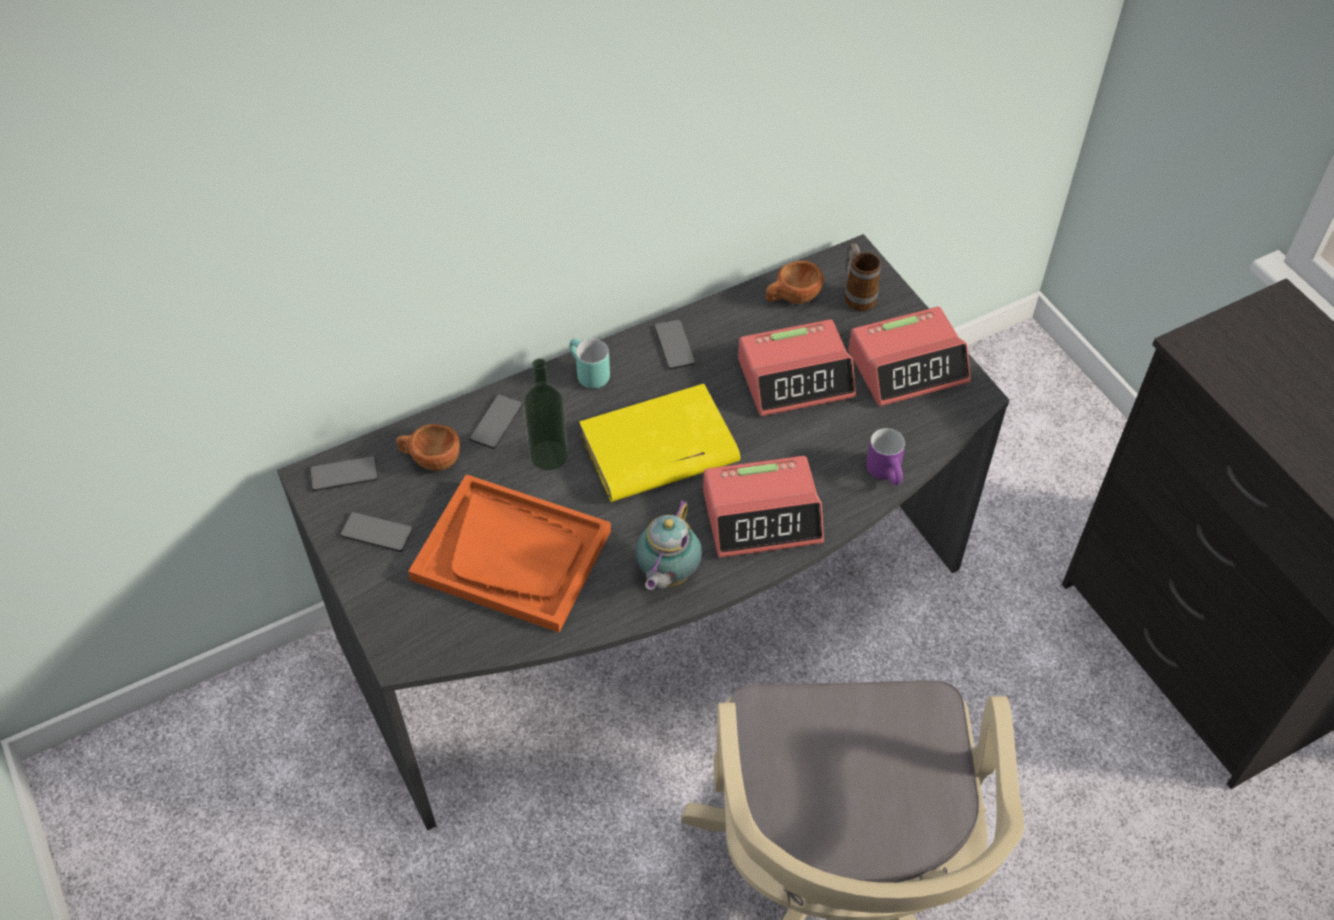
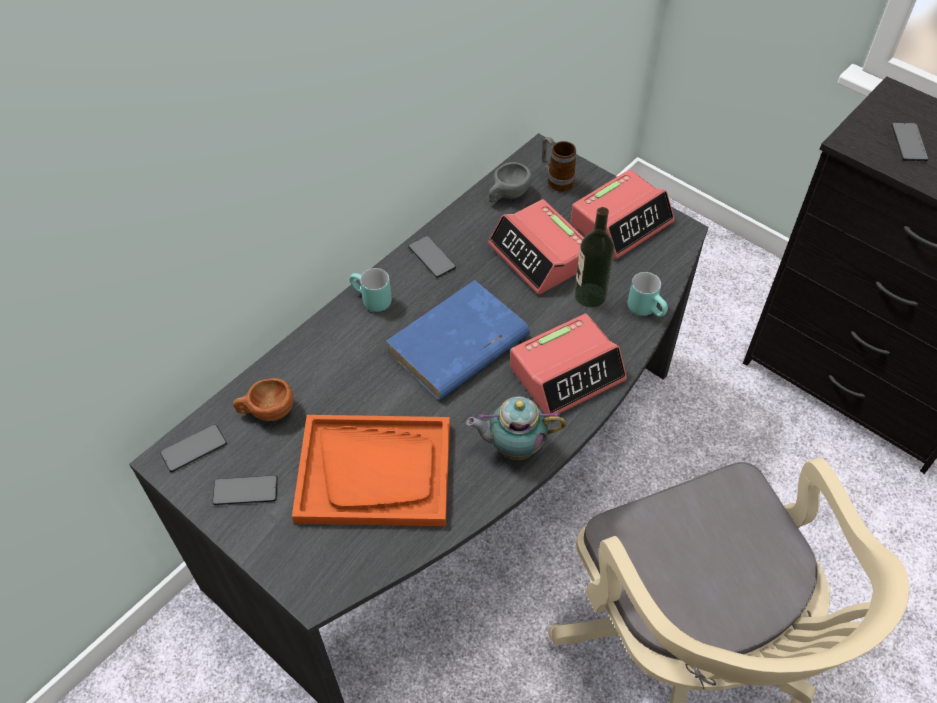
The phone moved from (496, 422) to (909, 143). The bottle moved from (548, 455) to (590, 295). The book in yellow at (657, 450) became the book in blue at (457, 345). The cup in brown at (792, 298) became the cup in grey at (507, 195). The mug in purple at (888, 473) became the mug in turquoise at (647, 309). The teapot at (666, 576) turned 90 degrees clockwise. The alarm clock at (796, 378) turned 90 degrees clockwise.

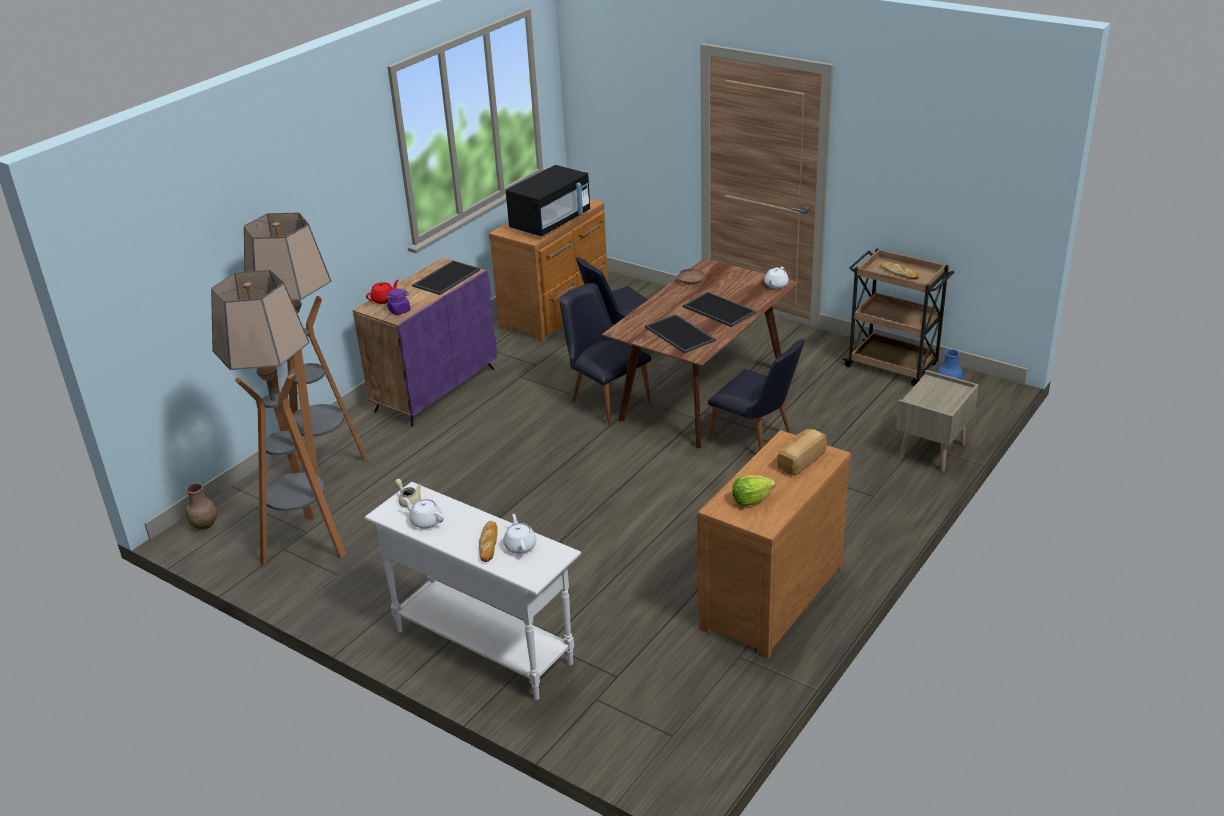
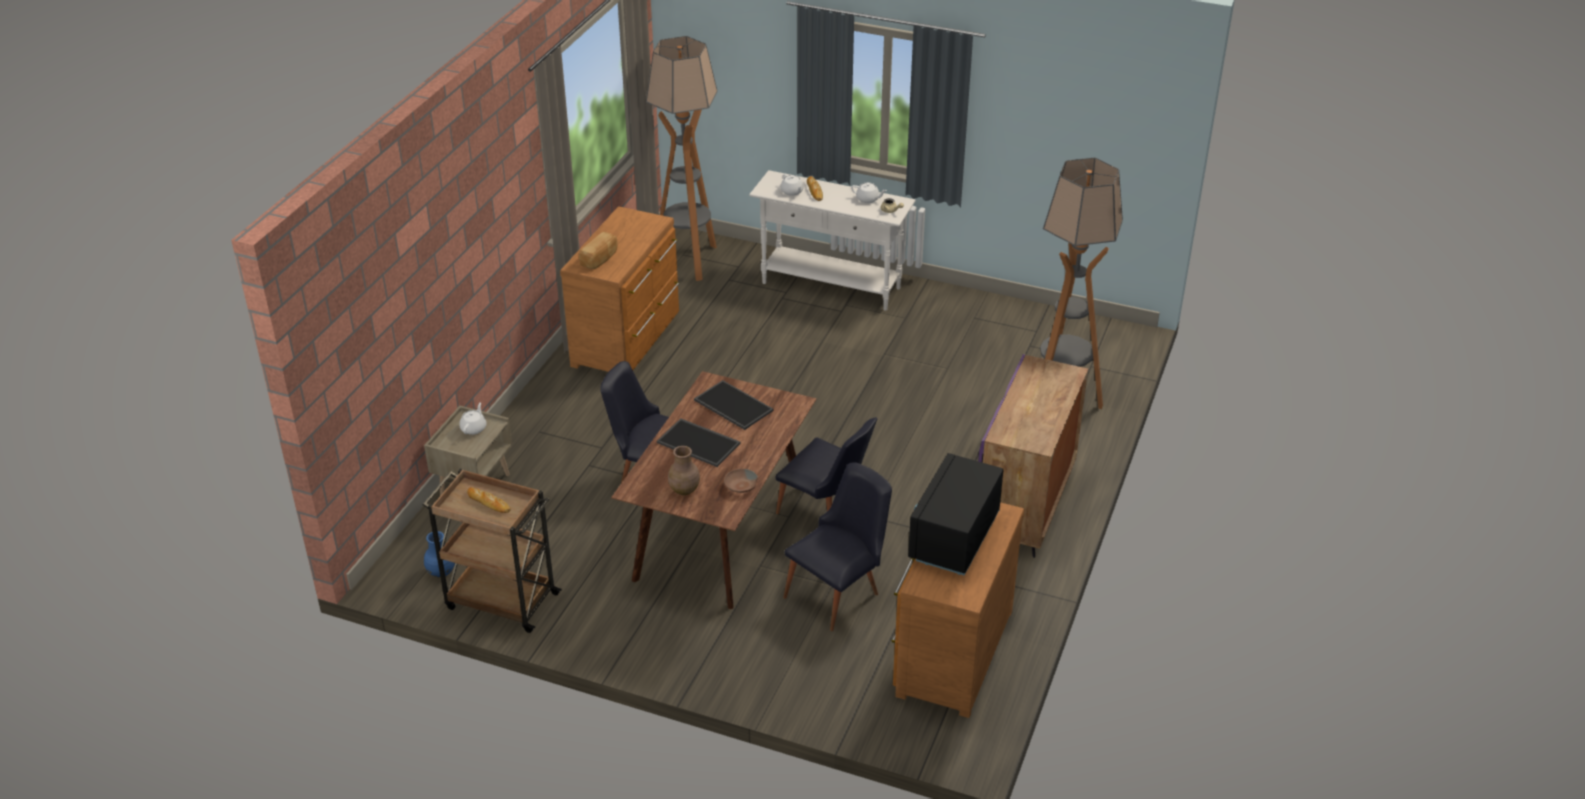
The teapot in red at (384, 299) disappeared. The jar in purple at (399, 310) disappeared. The tray at (446, 277) disappeared. The lettuce at (751, 500) disappeared. The vase in brown moved from (204, 524) to (684, 490). The floor lamp moved from (305, 545) to (689, 261). The teapot in white moved from (775, 285) to (474, 428).

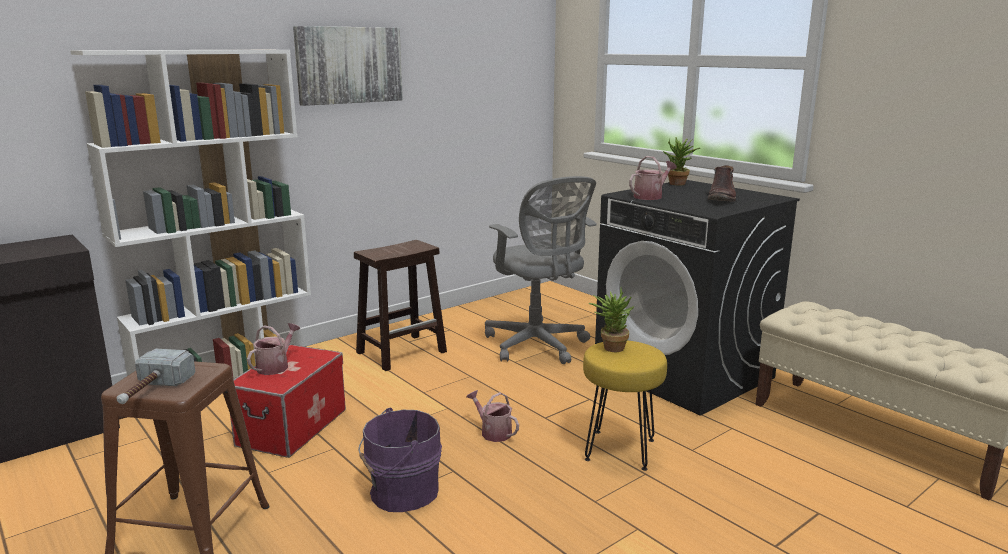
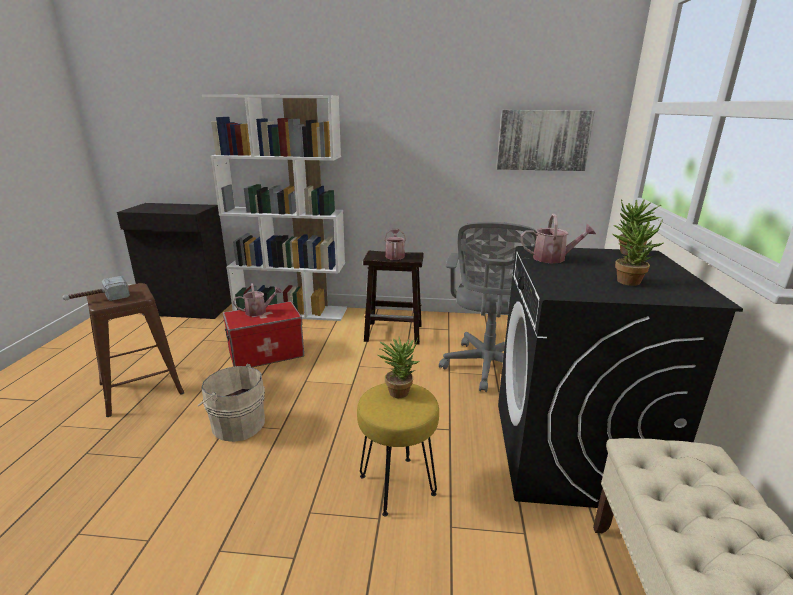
The picture moved from (349, 65) to (543, 140). The watering can moved from (493, 432) to (395, 255). The boot in brown at (722, 198) was replaced by the potted plant at (628, 280). The bucket in purple at (400, 492) became the bucket in beige at (237, 424).

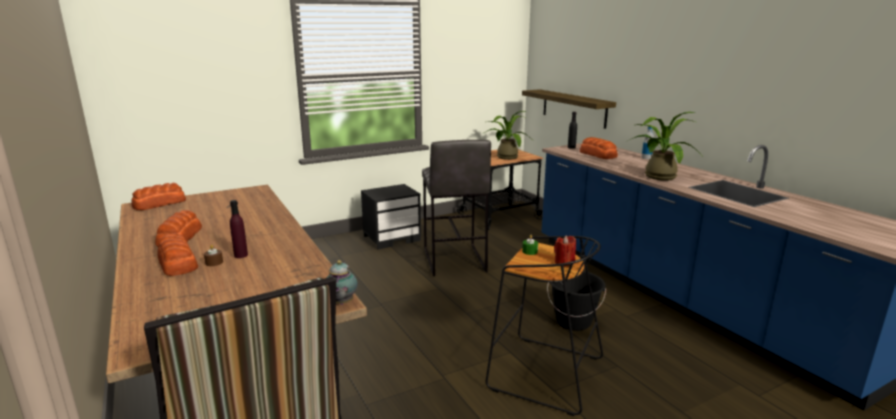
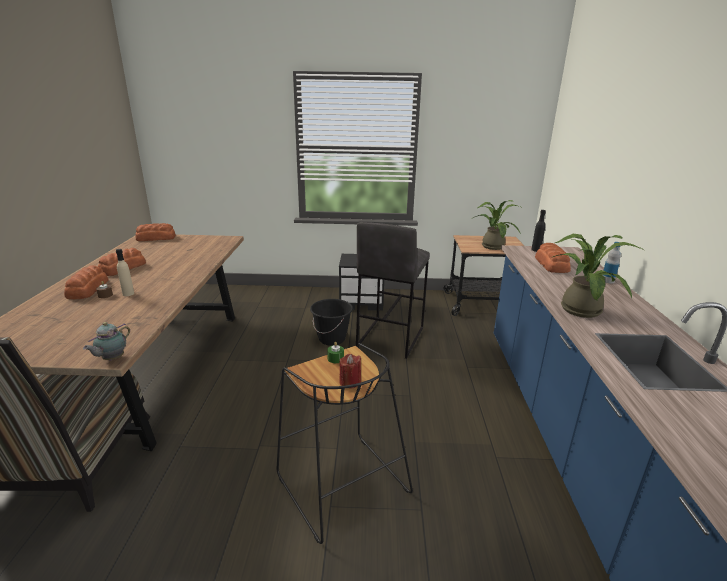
The shelf at (573, 108) disappeared. The bucket in black moved from (573, 322) to (332, 339). The bottle in purple at (241, 255) became the bottle in beige at (128, 294).

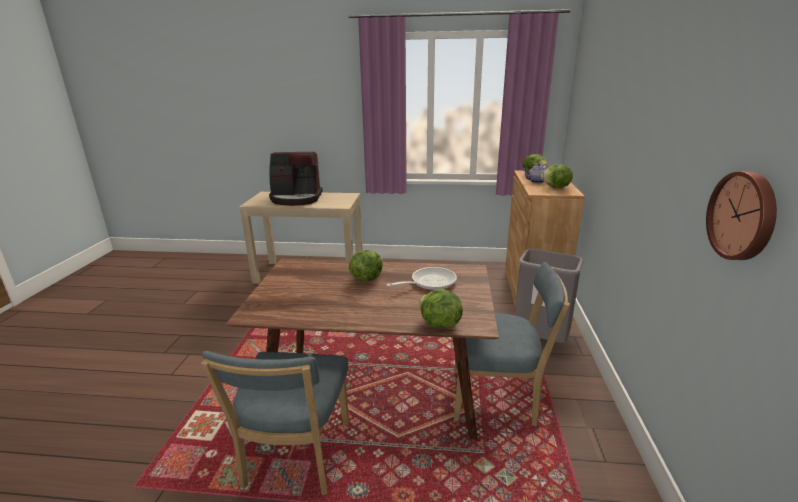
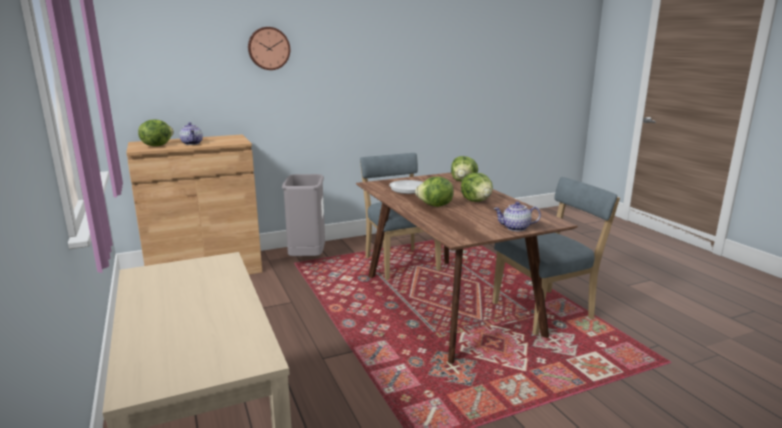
The coffee machine at (296, 198) disappeared. The teapot at (515, 228) appeared. The lettuce moved from (556, 187) to (476, 201). The wall clock moved from (743, 216) to (268, 48).

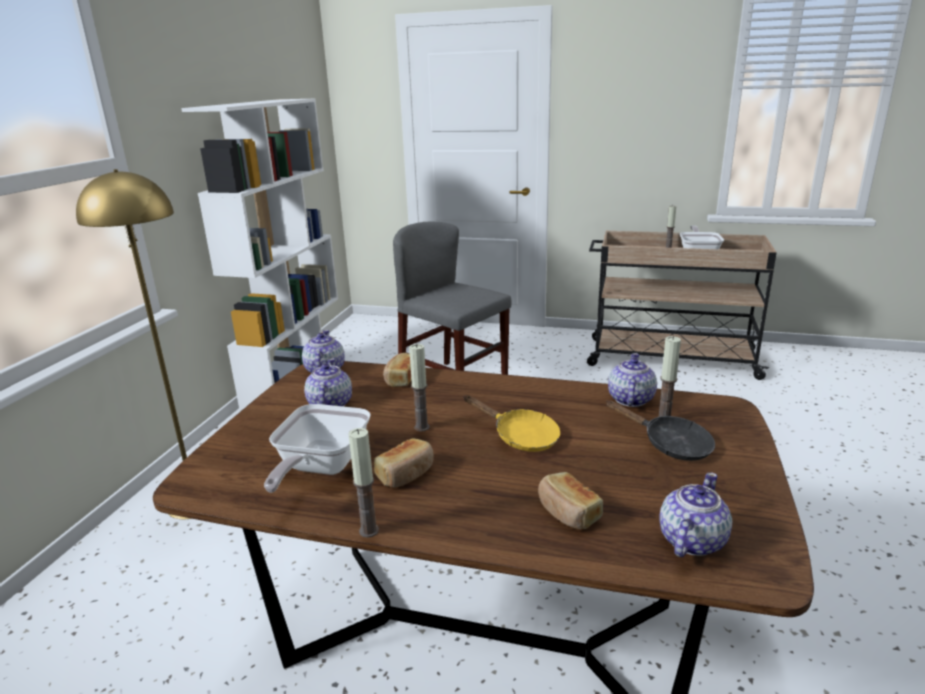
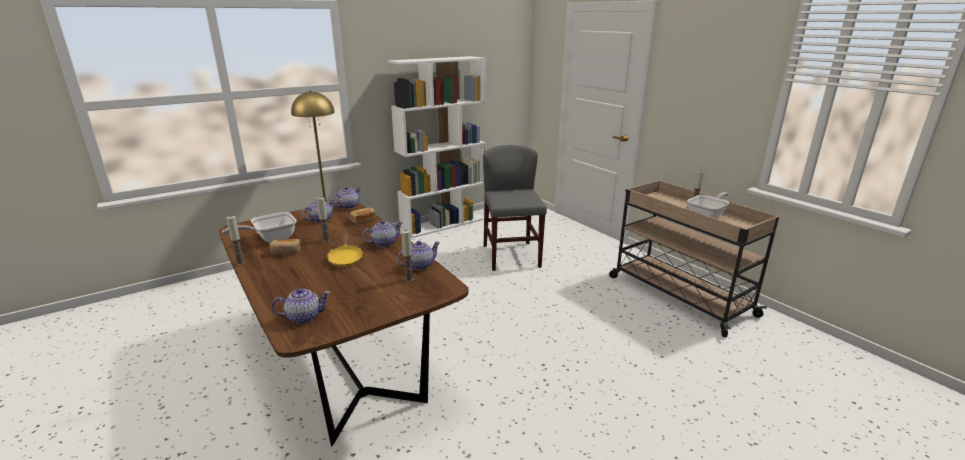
The bread at (568, 512) disappeared. The frying pan in black at (670, 444) disappeared. The teapot at (383, 243) appeared.

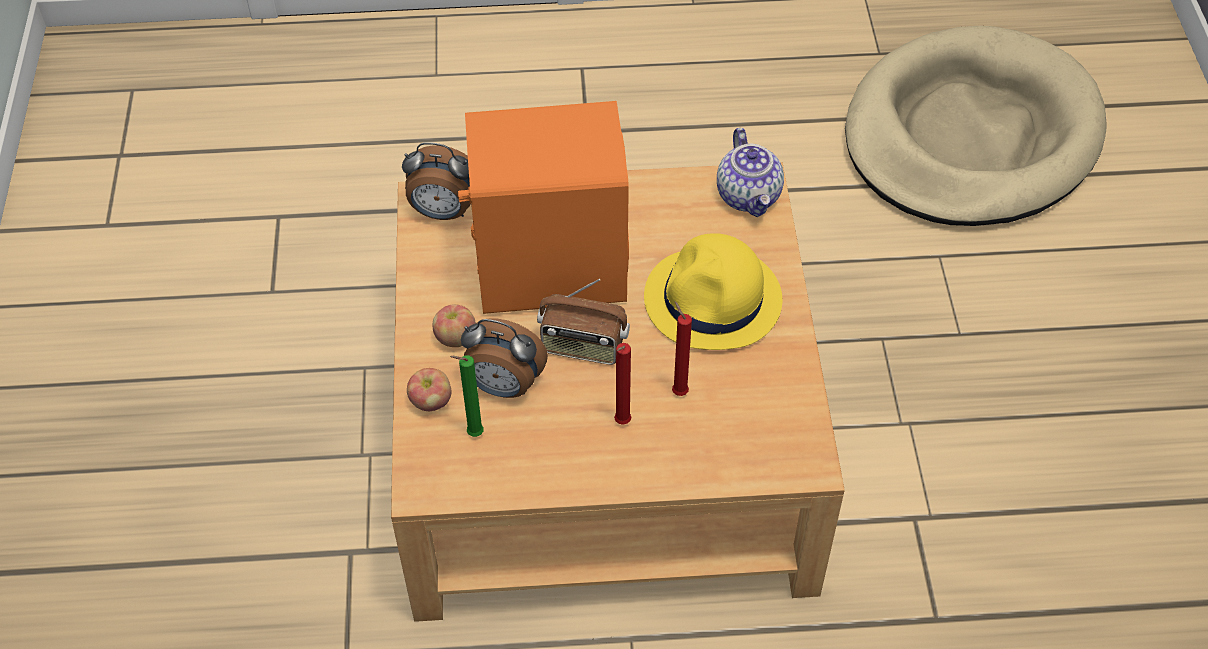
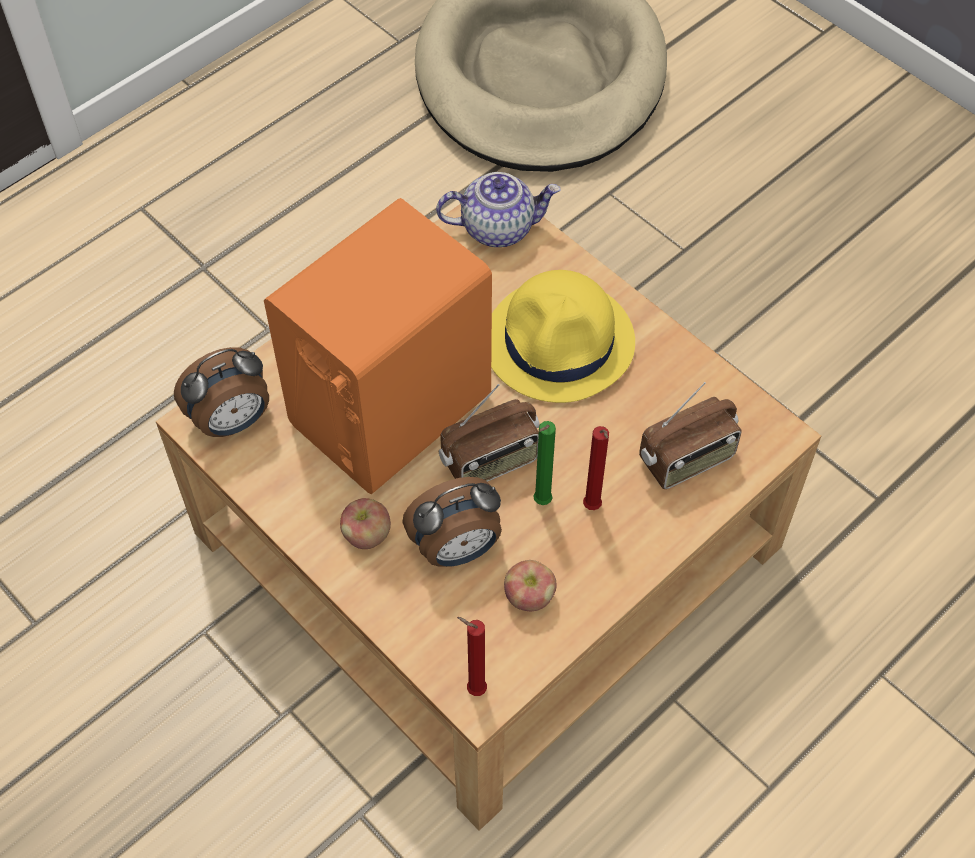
The radio at (687, 460) appeared. The apple moved from (431, 402) to (529, 596). The candle in green moved from (472, 434) to (540, 503). The candle in red moved from (678, 391) to (473, 689). The teapot at (749, 196) turned 45 degrees counterclockwise.

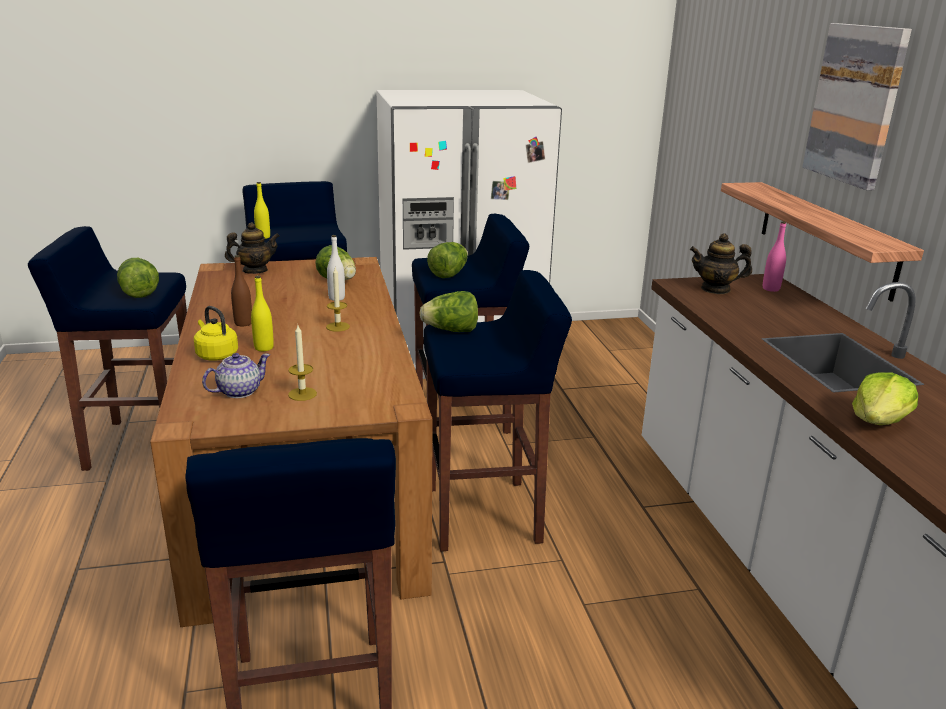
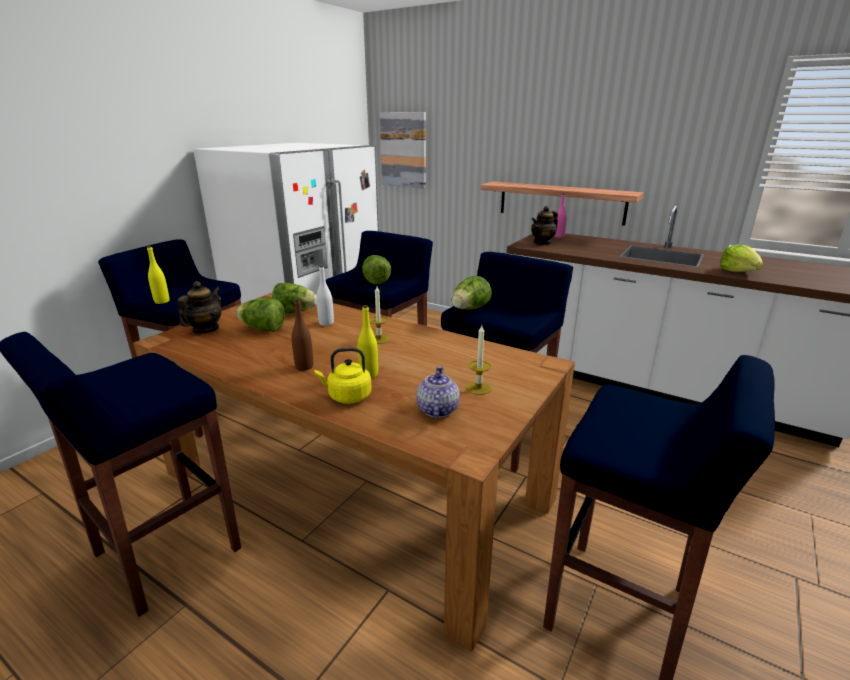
The lettuce moved from (138, 292) to (263, 329). The picture moved from (855, 104) to (404, 150).

